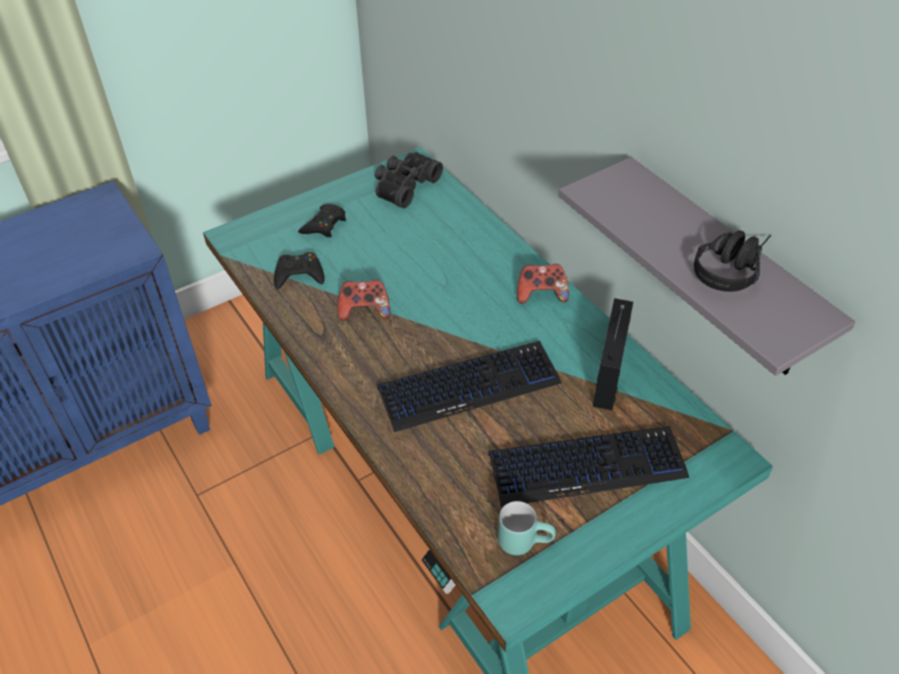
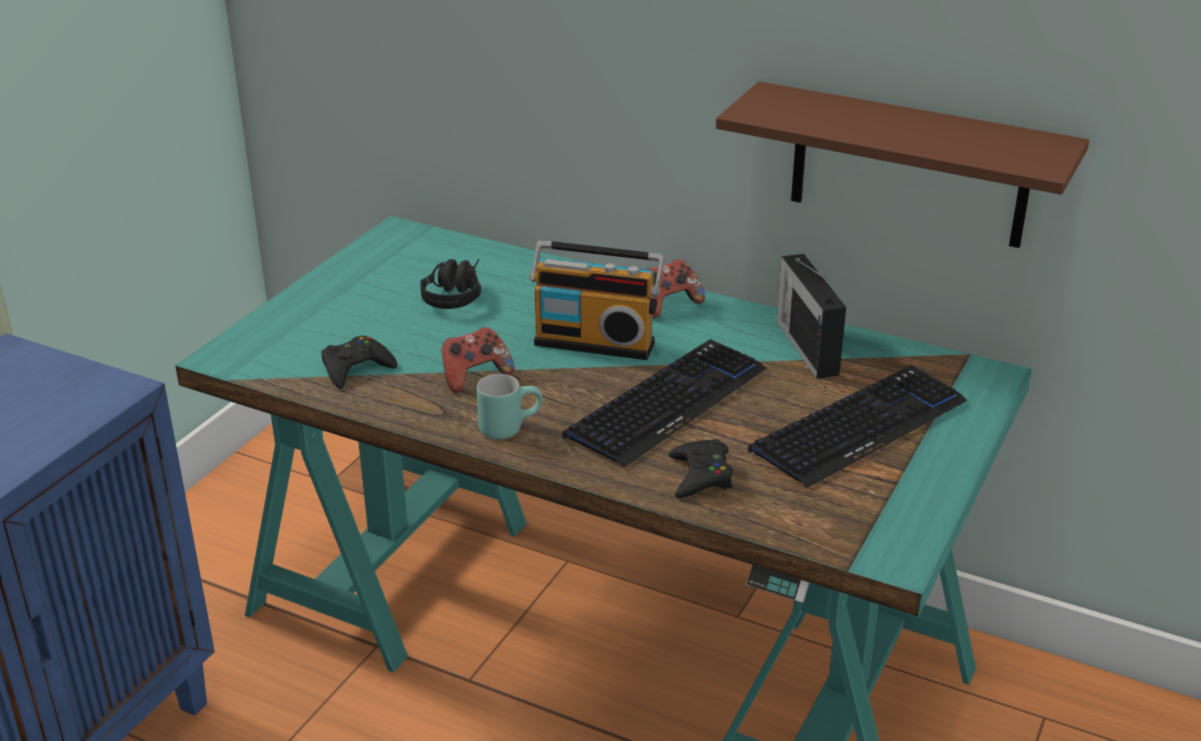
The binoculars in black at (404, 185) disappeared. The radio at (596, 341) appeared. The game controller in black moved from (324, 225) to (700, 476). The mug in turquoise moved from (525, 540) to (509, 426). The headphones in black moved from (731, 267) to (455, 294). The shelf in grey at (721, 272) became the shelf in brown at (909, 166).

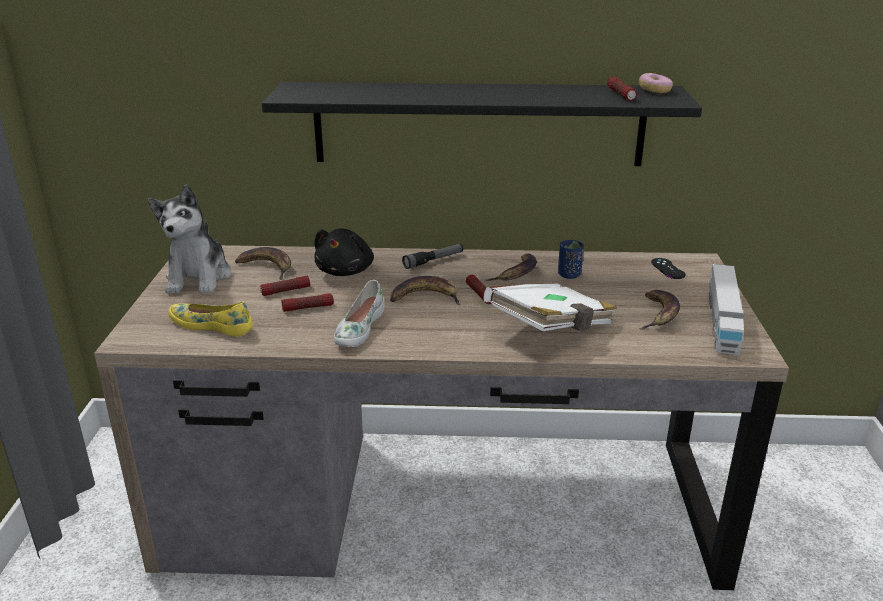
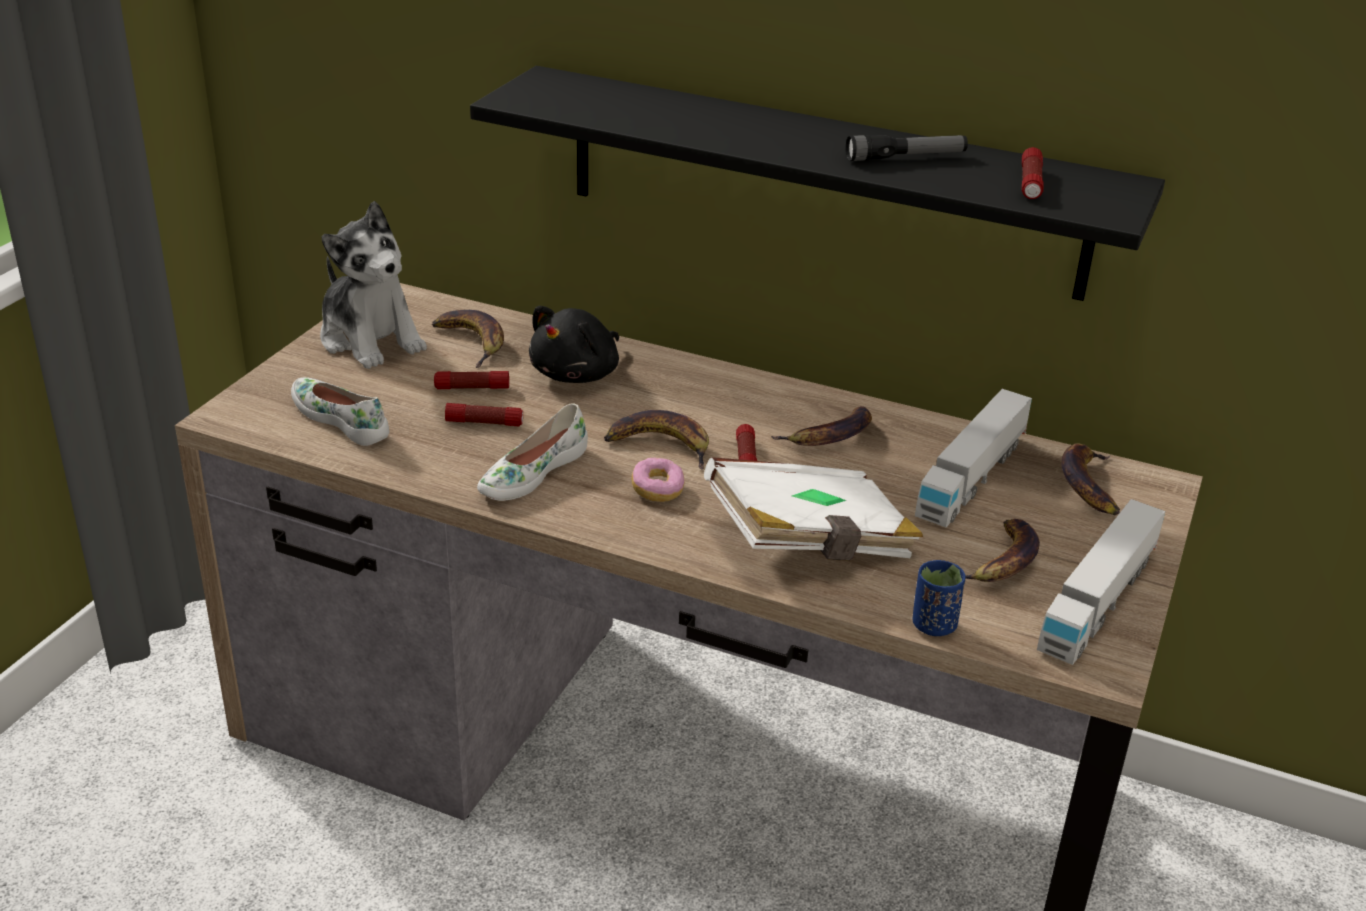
The toy truck at (971, 477) appeared. The flashlight moved from (433, 260) to (906, 157). The cup in blue moved from (569, 275) to (934, 625). The donut moved from (654, 91) to (657, 490). The game controller in black at (668, 269) was replaced by the banana at (1088, 485). The shoe in yellow at (212, 325) became the shoe in white at (341, 419). The plush toy at (199, 278) turned 60 degrees counterclockwise.

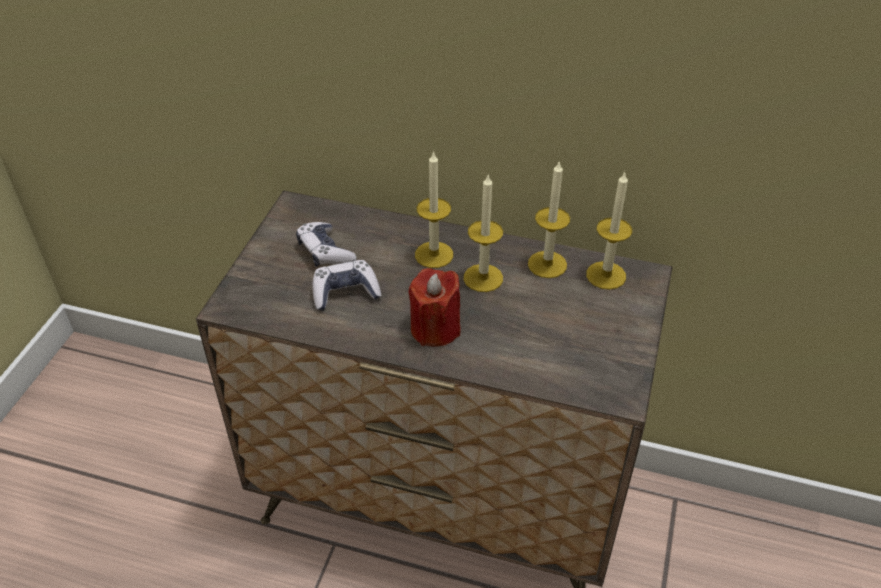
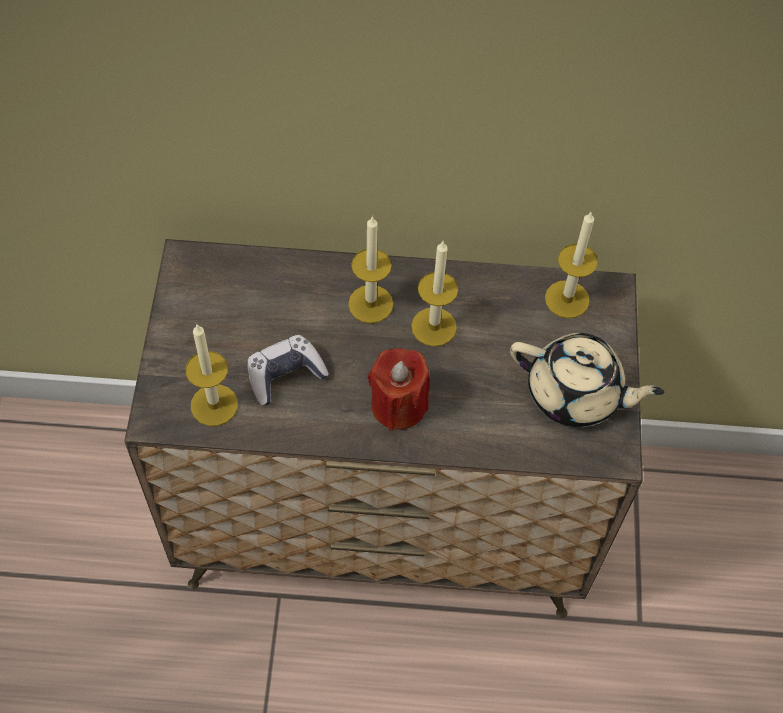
The game controller at (325, 252) disappeared. The teapot in beige at (575, 394) appeared. The candle moved from (547, 264) to (214, 405).

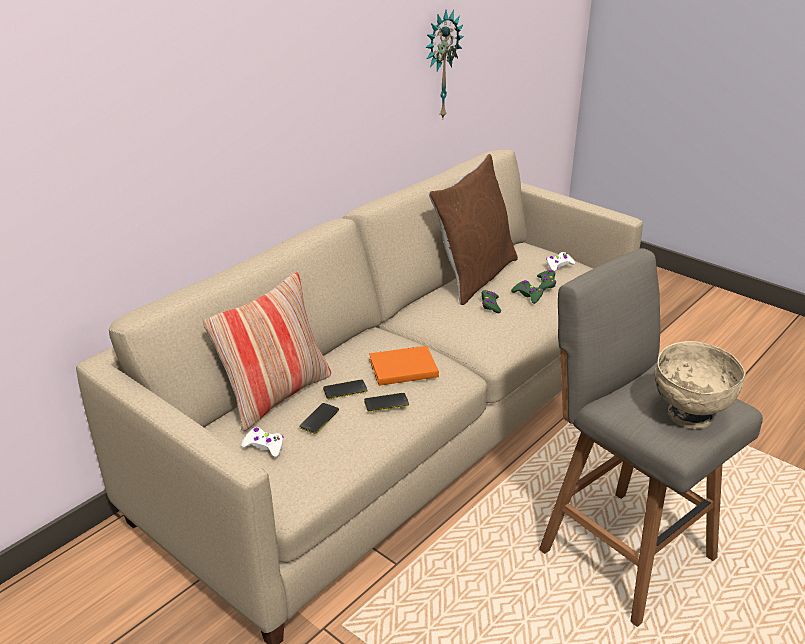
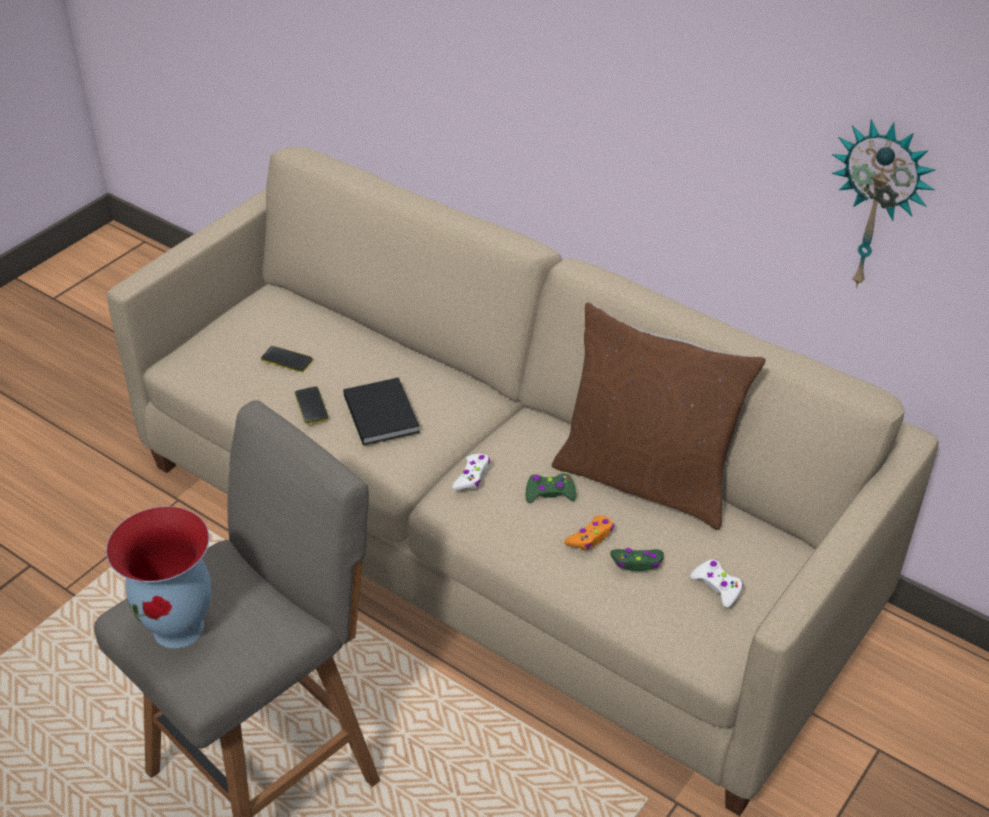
The pillow at (276, 395) disappeared. The phone at (345, 390) disappeared. The game controller in white moved from (264, 446) to (472, 476). The bowl in beige at (688, 416) was replaced by the vase at (180, 628). The book in orange at (401, 368) became the book in black at (382, 412). The game controller in green at (528, 295) became the game controller in orange at (590, 537).

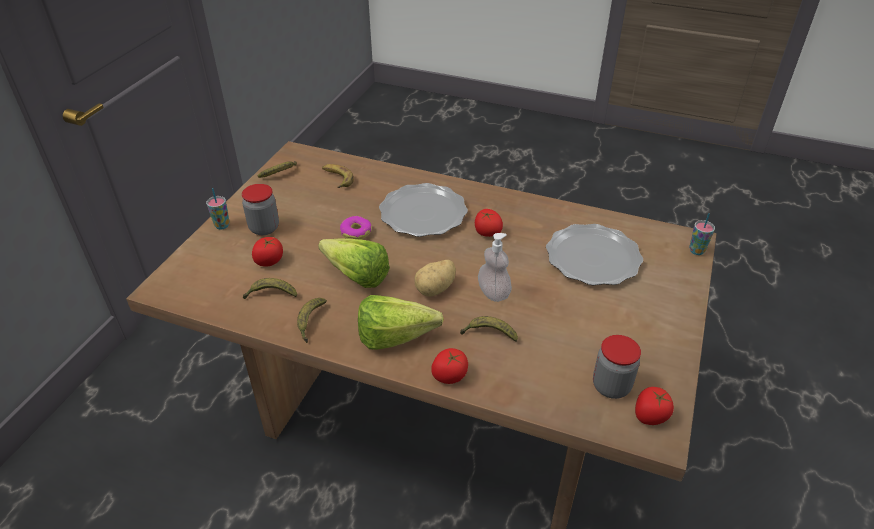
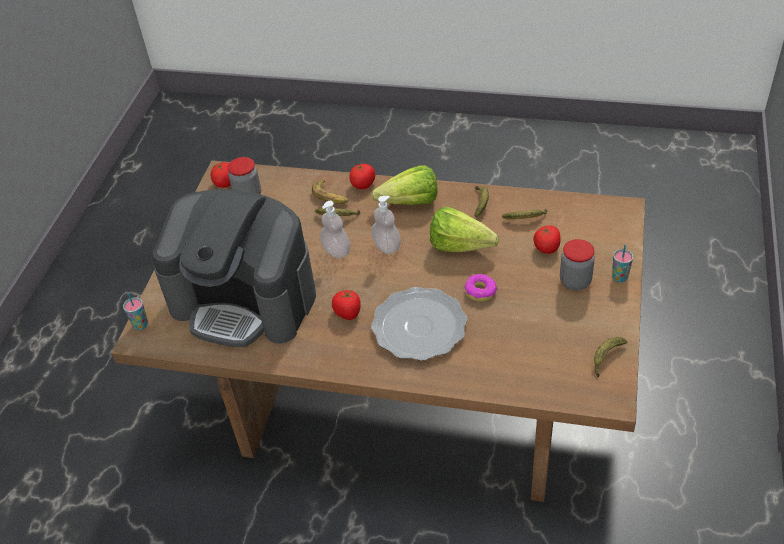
The banana moved from (337, 178) to (330, 196). The potato at (436, 289) was replaced by the soap dispenser at (387, 246). The plate at (592, 258) was replaced by the coffee machine at (245, 300).

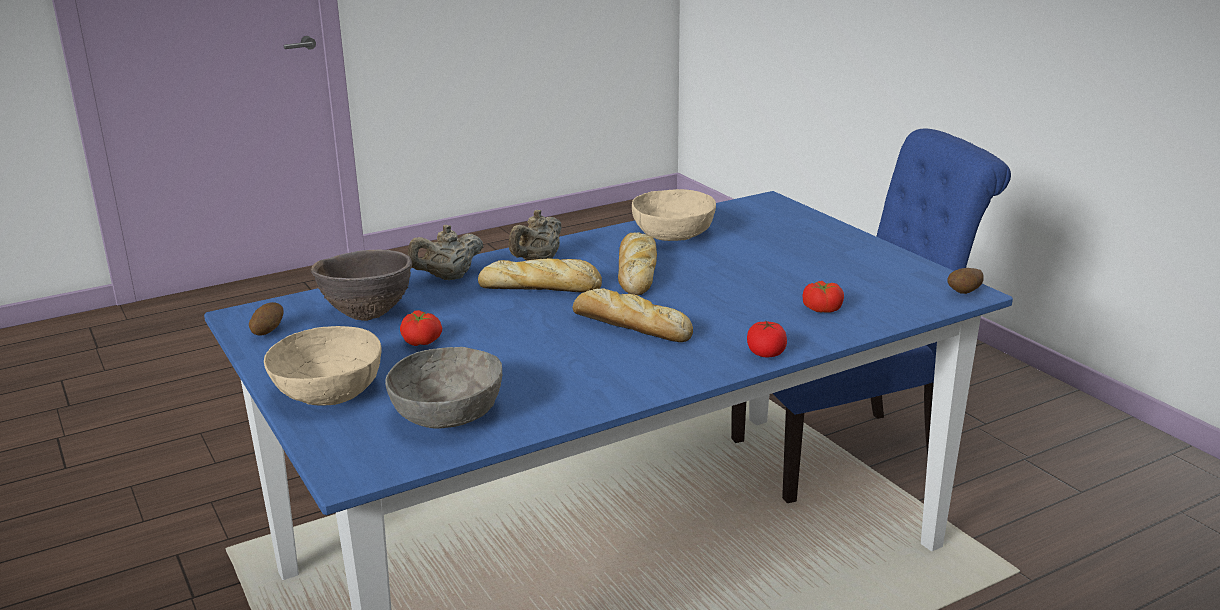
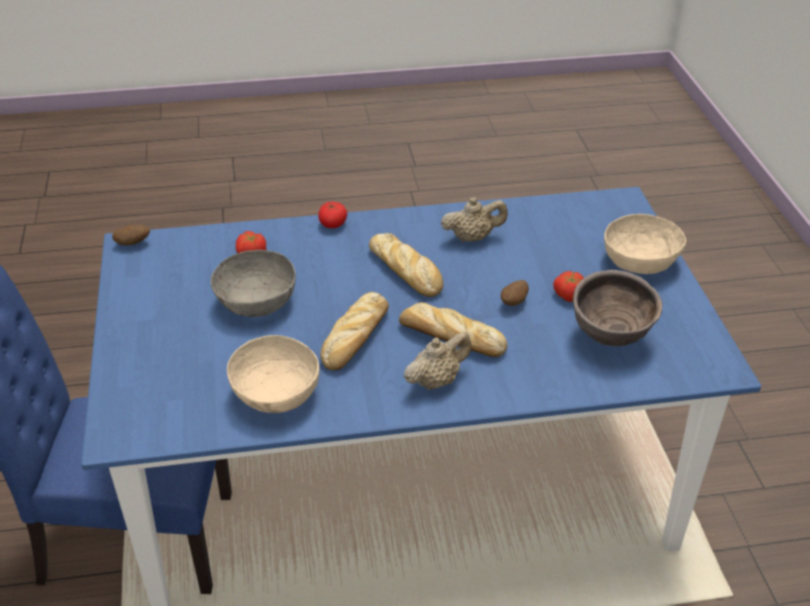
The potato moved from (267, 332) to (514, 303). The bowl in grey moved from (447, 414) to (256, 302). The teapot in beige moved from (448, 277) to (472, 238).

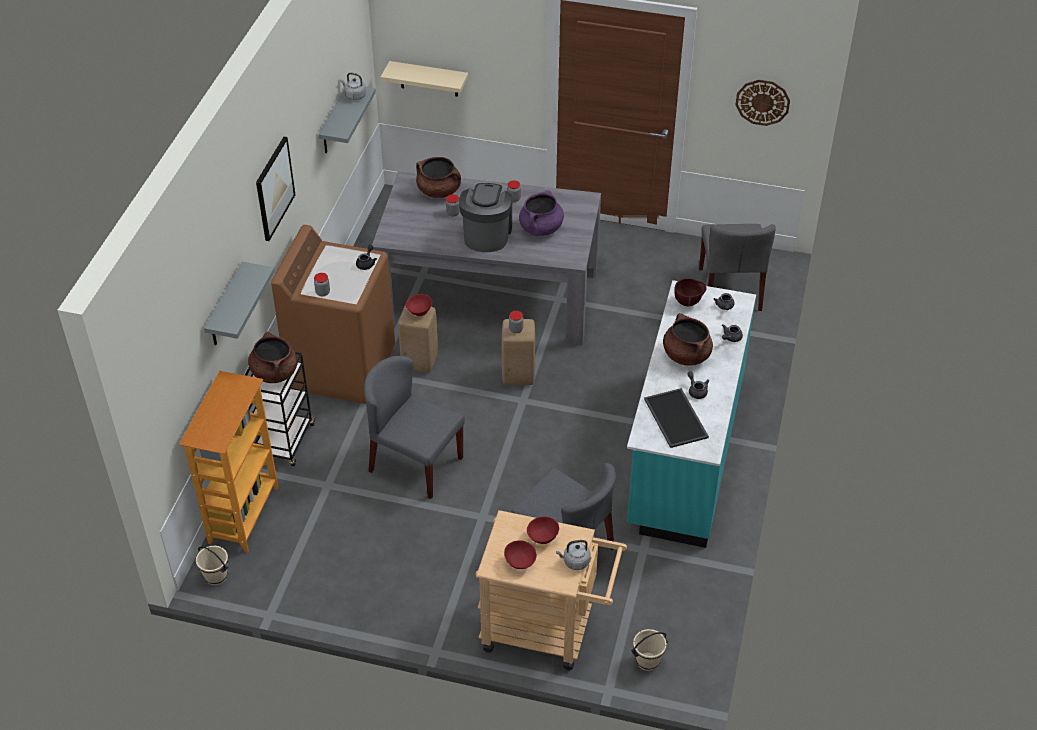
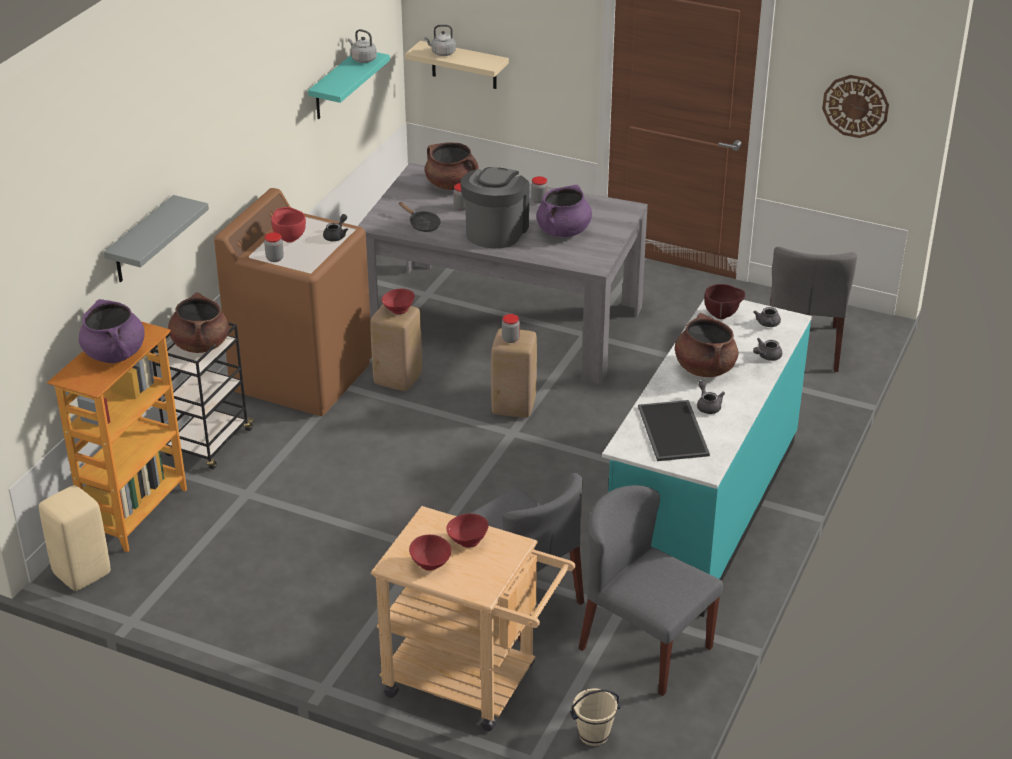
The picture at (274, 188) disappeared. The cooking pot in purple at (115, 354) appeared. The bowl in red at (289, 238) appeared. The frying pan in black at (422, 224) appeared. The chair in grey moved from (415, 464) to (644, 647). The kettle in grey moved from (575, 562) to (442, 53). The bucket in beige at (216, 577) was replaced by the stool in beige at (80, 573). The shelf in grey at (334, 121) became the shelf in turquoise at (334, 86).

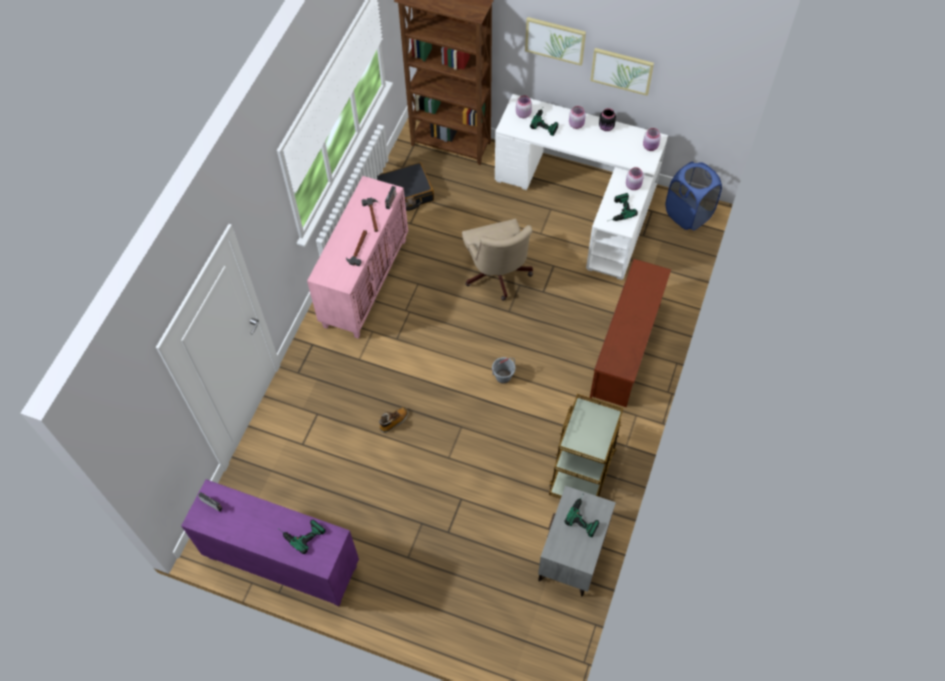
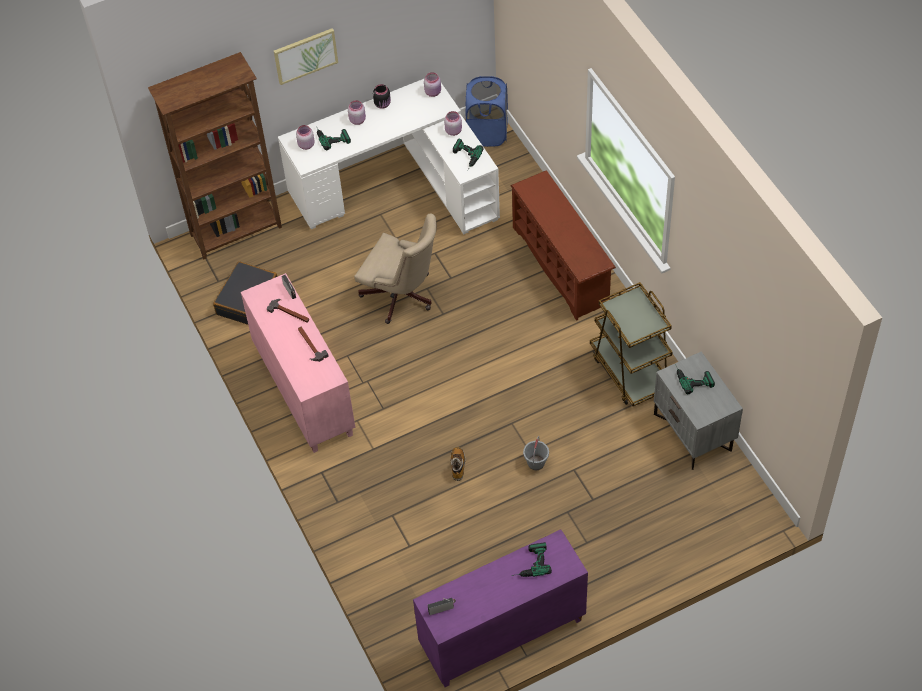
The picture at (622, 70) disappeared. The bucket in grey moved from (503, 377) to (536, 463).

